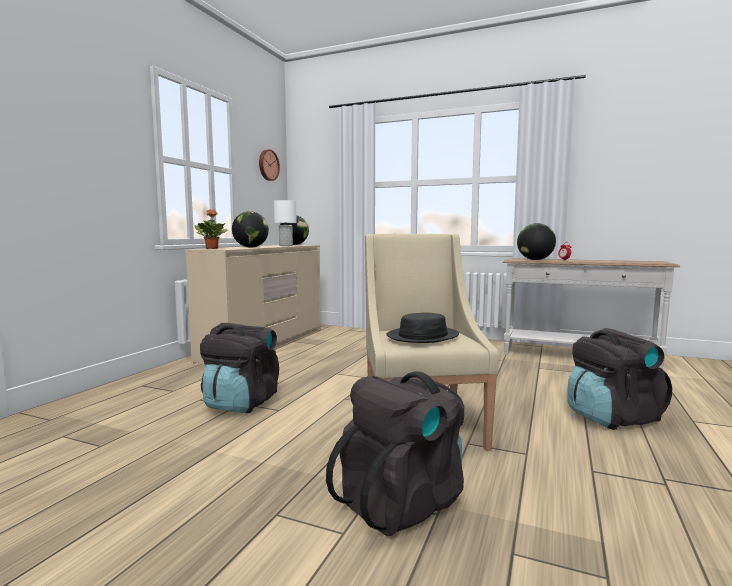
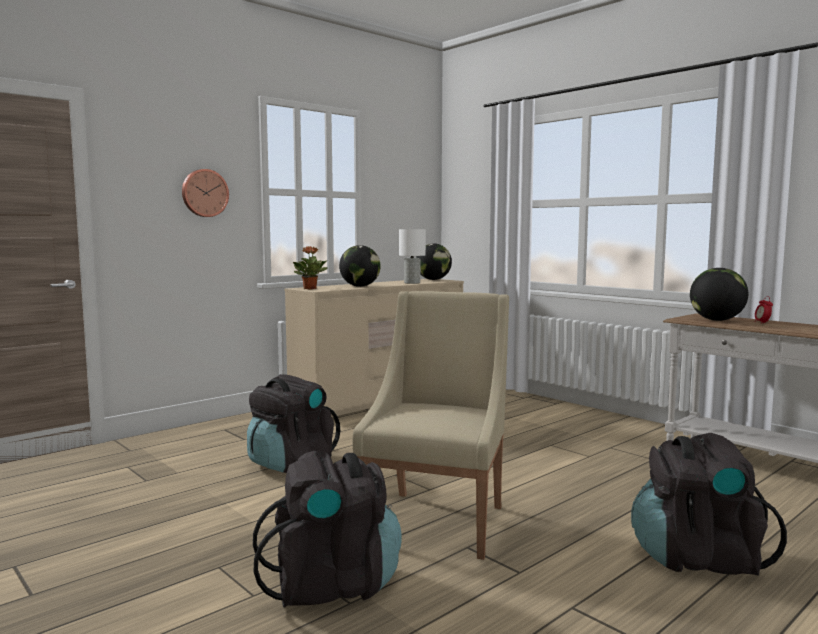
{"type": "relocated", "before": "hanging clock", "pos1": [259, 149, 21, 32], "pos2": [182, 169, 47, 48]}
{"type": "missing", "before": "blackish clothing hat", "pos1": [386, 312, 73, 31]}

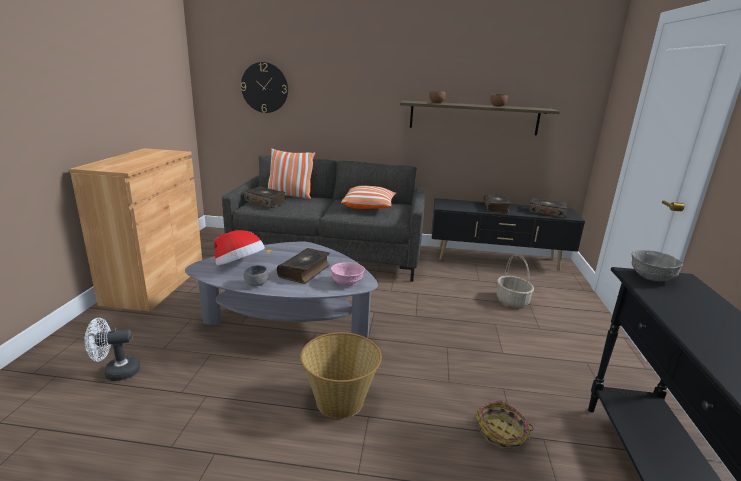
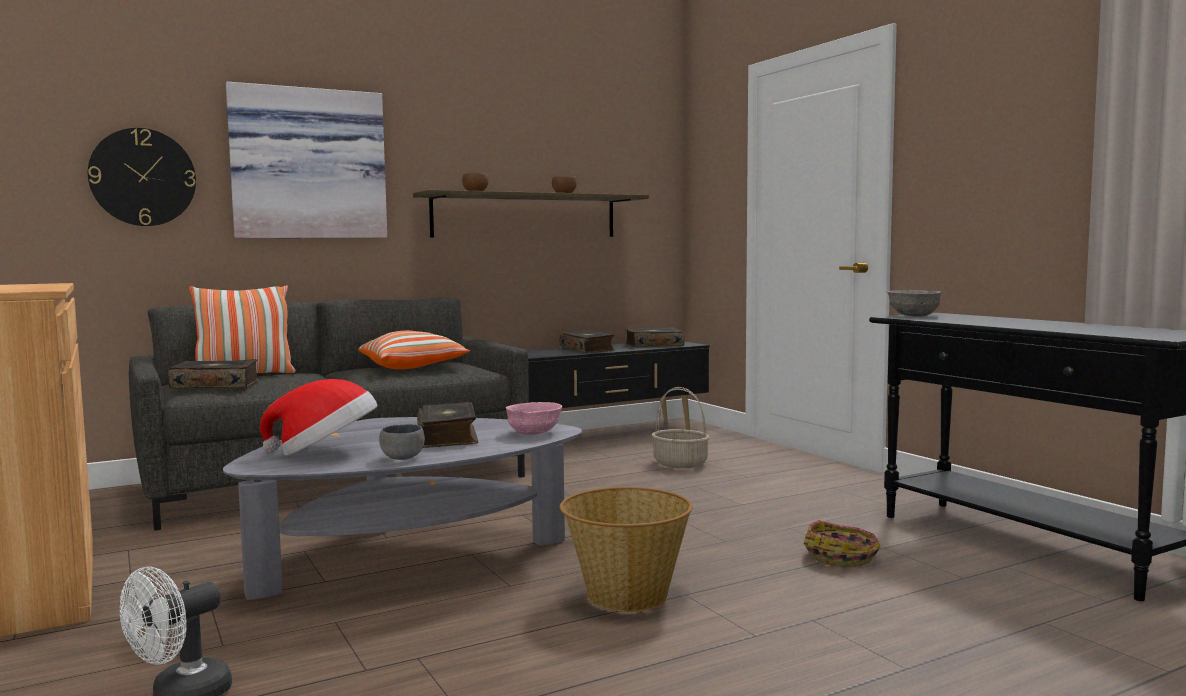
{"type": "appeared", "after": "picture", "pos2": [226, 82, 161, 156]}

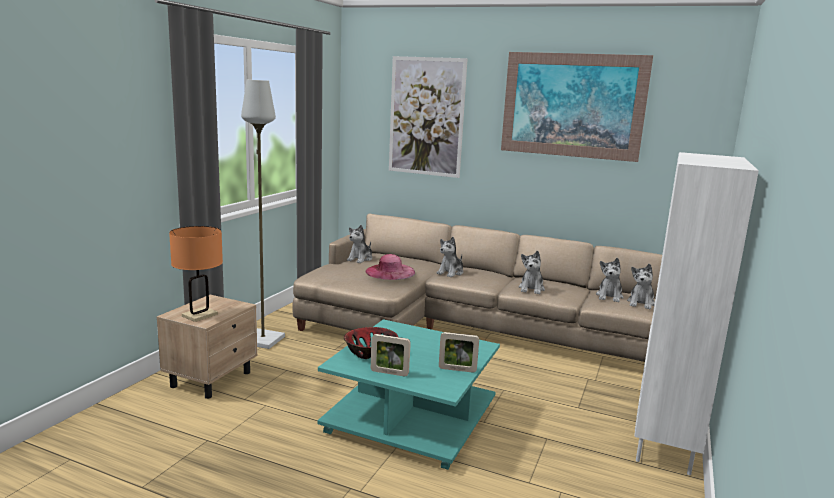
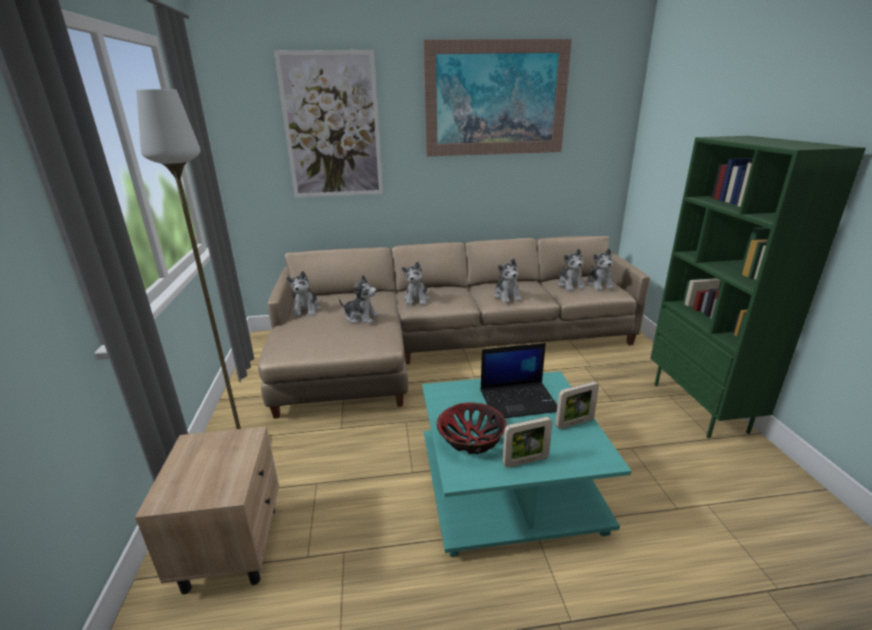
{"type": "exchanged", "before": "pink-coloured clothing hat", "after": "cuddly toy", "pos1": [366, 254, 49, 26], "pos2": [339, 275, 41, 49]}
{"type": "appeared", "after": "portable computer", "pos2": [481, 343, 76, 77]}
{"type": "colour", "before": "whitish bookshelf", "after": "green bookshelf", "pos1": [635, 152, 124, 323], "pos2": [651, 136, 215, 302]}
{"type": "missing", "before": "orange tabletop lamp", "pos1": [169, 226, 54, 96]}

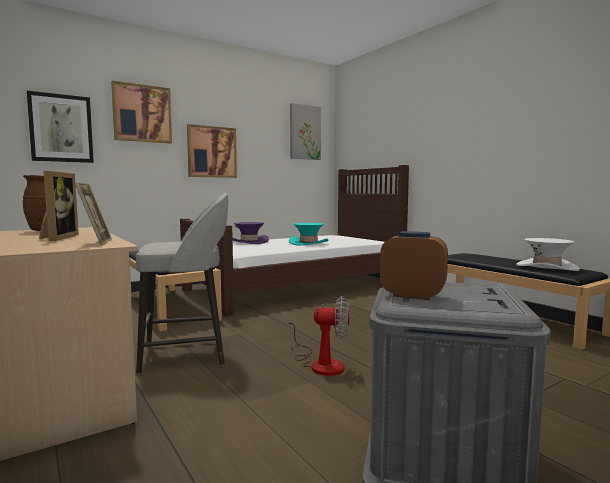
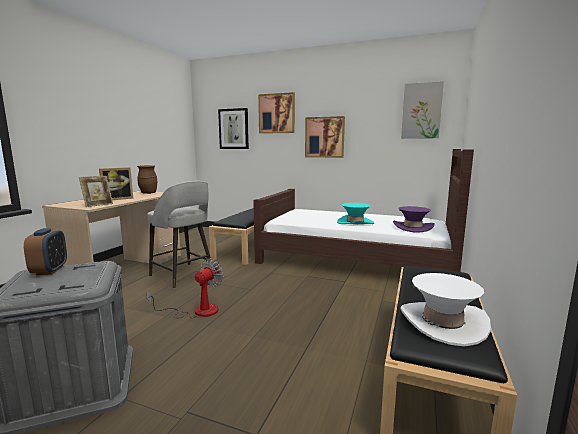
{"type": "spun", "before": "cooling fan", "pos1": [288, 296, 61, 80], "pos2": [146, 259, 77, 59], "turn": -120}
{"type": "relocated", "before": "purple clothing hat", "pos1": [233, 222, 36, 22], "pos2": [393, 206, 41, 27]}

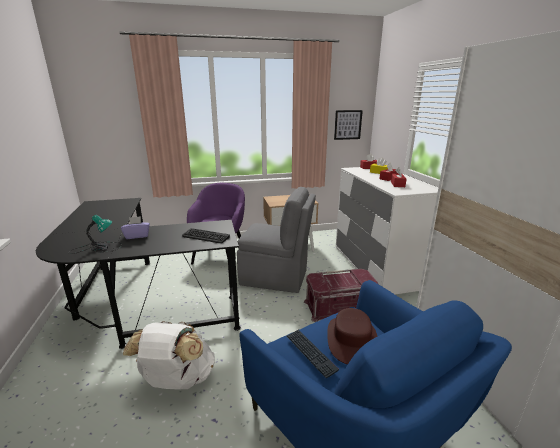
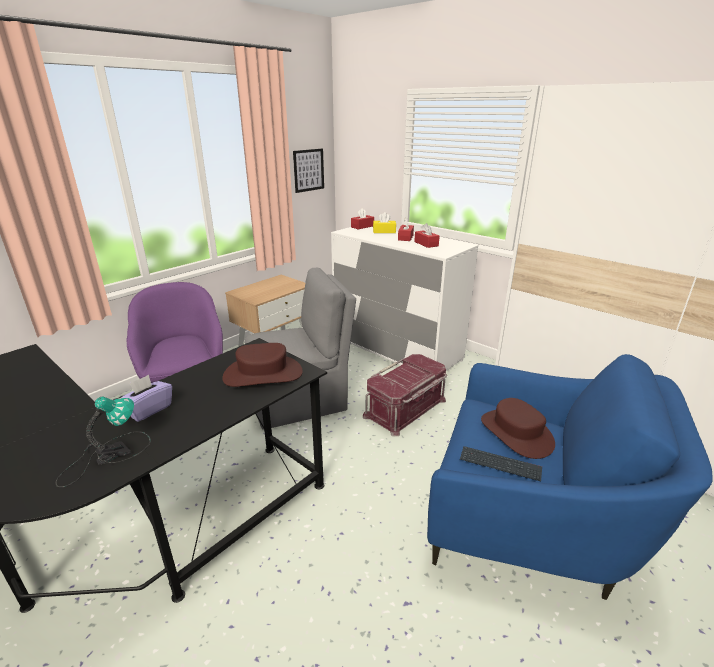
{"type": "exchanged", "before": "keyboard", "after": "brownish clothing hat", "pos1": [182, 228, 48, 15], "pos2": [222, 343, 81, 44]}
{"type": "missing", "before": "whitish knapsack", "pos1": [123, 321, 92, 68]}

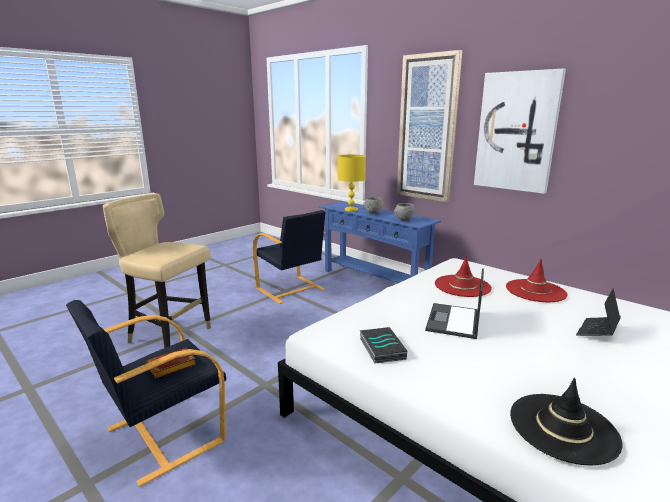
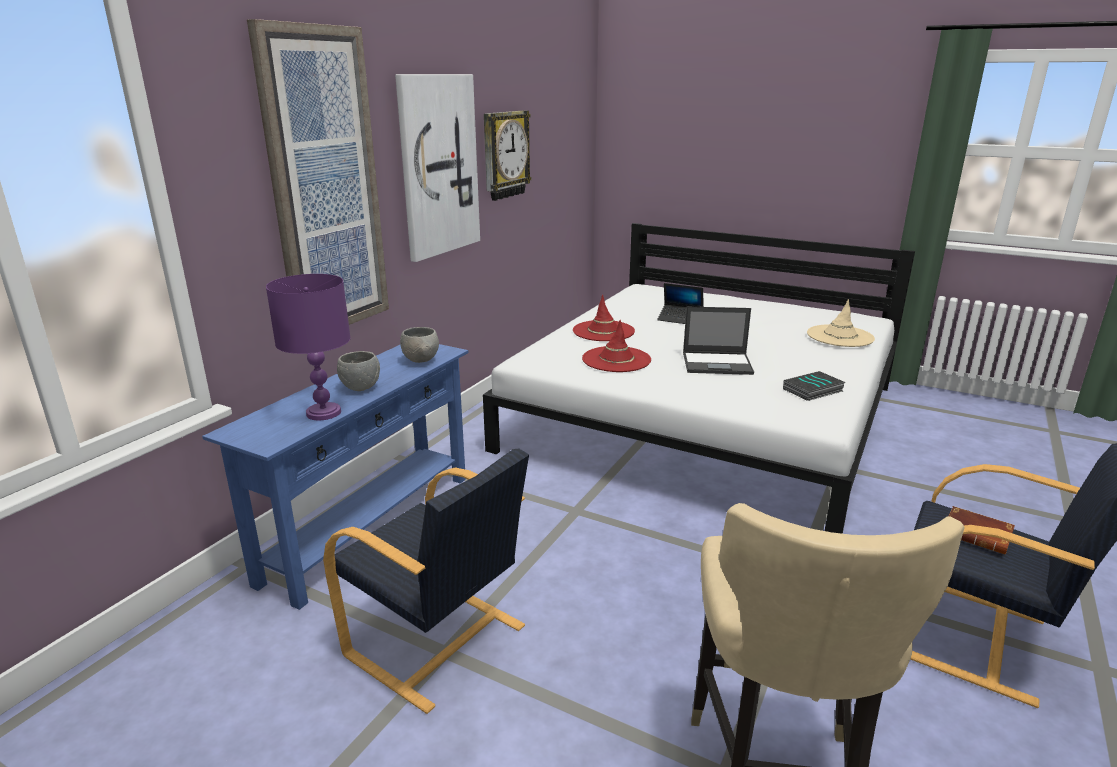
{"type": "colour", "before": "yellow tabletop lamp", "after": "purple tabletop lamp", "pos1": [338, 155, 28, 57], "pos2": [266, 274, 85, 146]}
{"type": "spun", "before": "blackish easy chair", "pos1": [252, 210, 74, 94], "pos2": [323, 448, 206, 266], "turn": 90}
{"type": "appeared", "after": "hanging clock", "pos2": [484, 110, 48, 91]}
{"type": "colour", "before": "blackish clothing hat", "after": "beige-coloured clothing hat", "pos1": [510, 378, 113, 87], "pos2": [807, 299, 68, 48]}

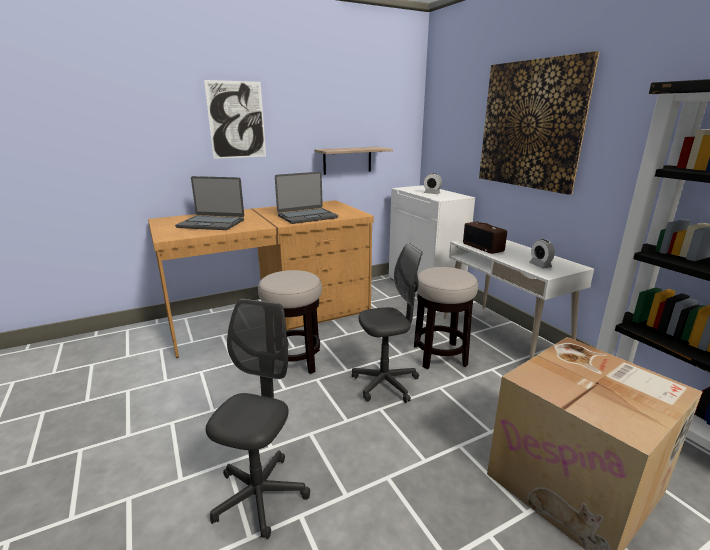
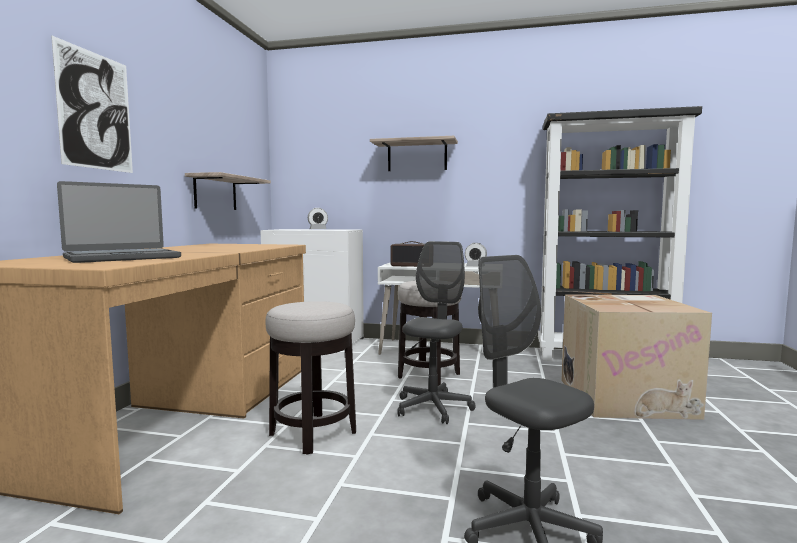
{"type": "exchanged", "before": "picture", "after": "wall shelf", "pos1": [479, 51, 120, 144], "pos2": [370, 136, 88, 35]}
{"type": "missing", "before": "portable computer", "pos1": [275, 172, 63, 52]}

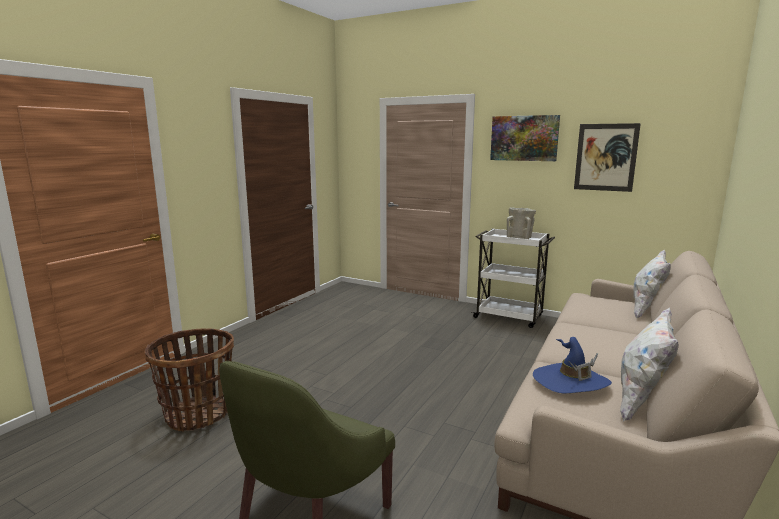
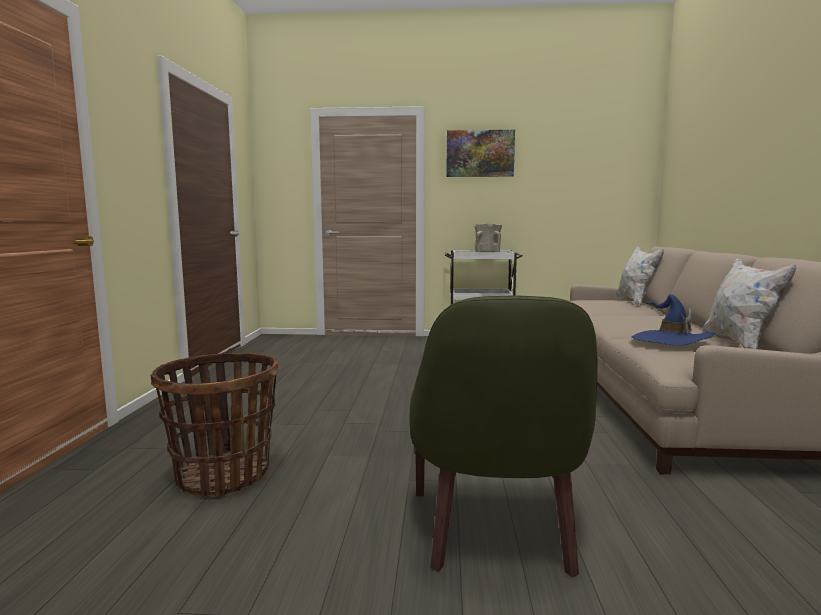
{"type": "missing", "before": "picture", "pos1": [574, 123, 67, 69]}

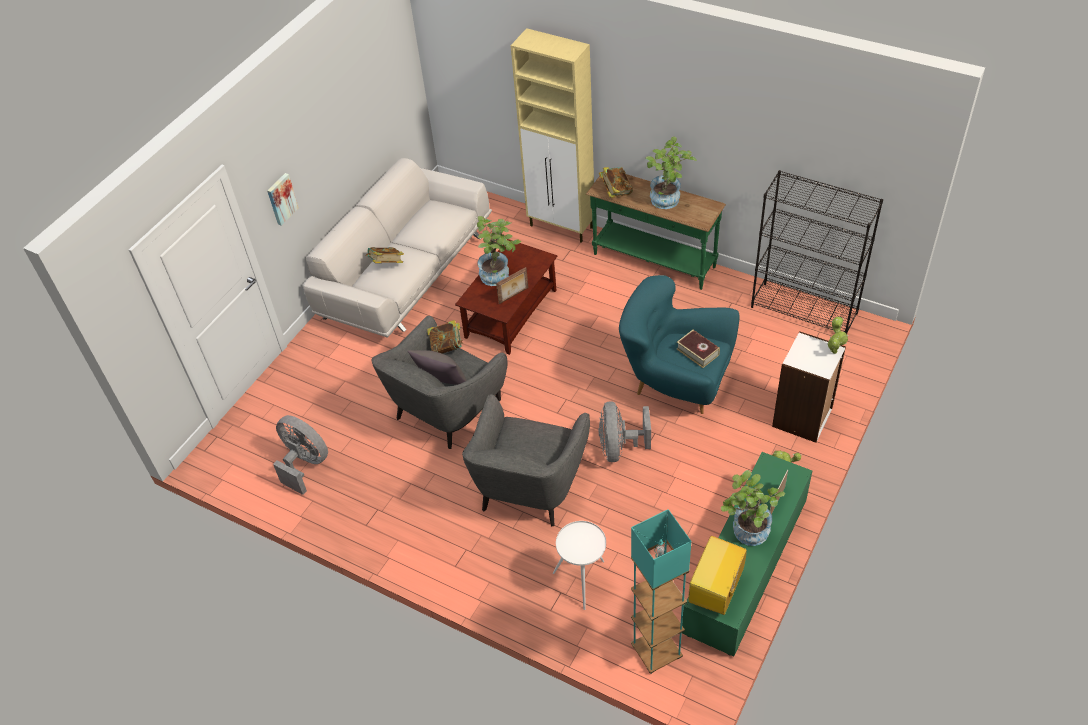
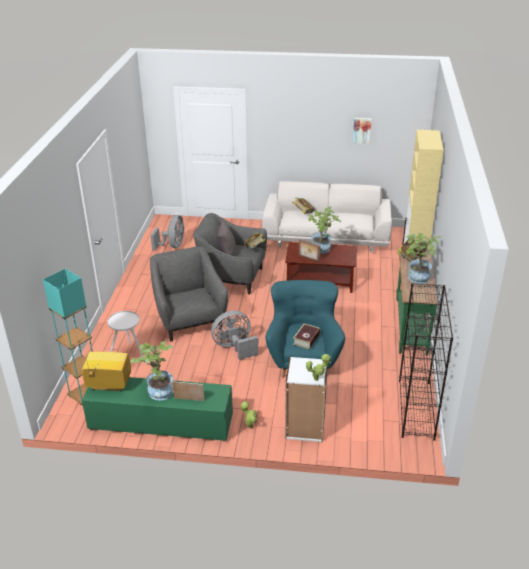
{"type": "spun", "before": "grey easy chair", "pos1": [462, 394, 128, 132], "pos2": [150, 247, 78, 95], "turn": 75}
{"type": "relocated", "before": "picture", "pos1": [267, 173, 32, 53], "pos2": [353, 118, 19, 26]}

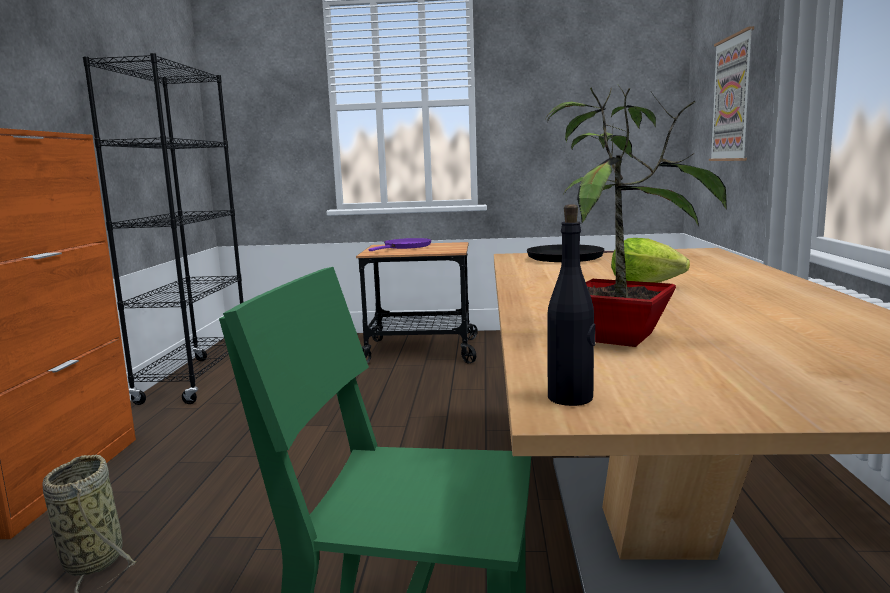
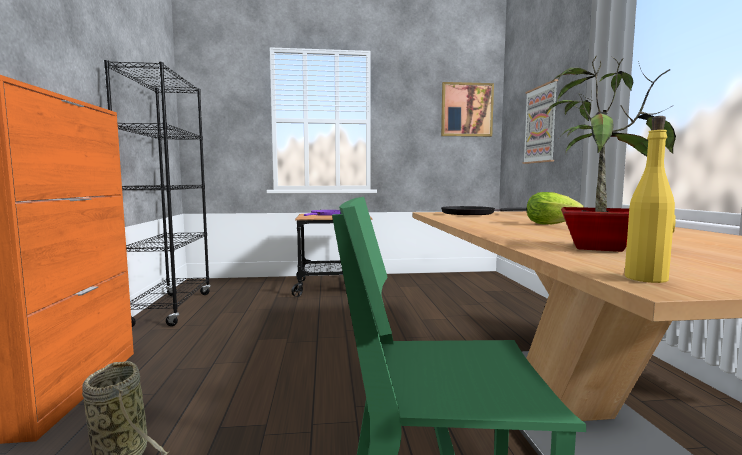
{"type": "appeared", "after": "picture", "pos2": [441, 82, 53, 55]}
{"type": "colour", "before": "blackish beverage bottle", "after": "yellow beverage bottle", "pos1": [547, 204, 49, 202], "pos2": [625, 116, 51, 167]}

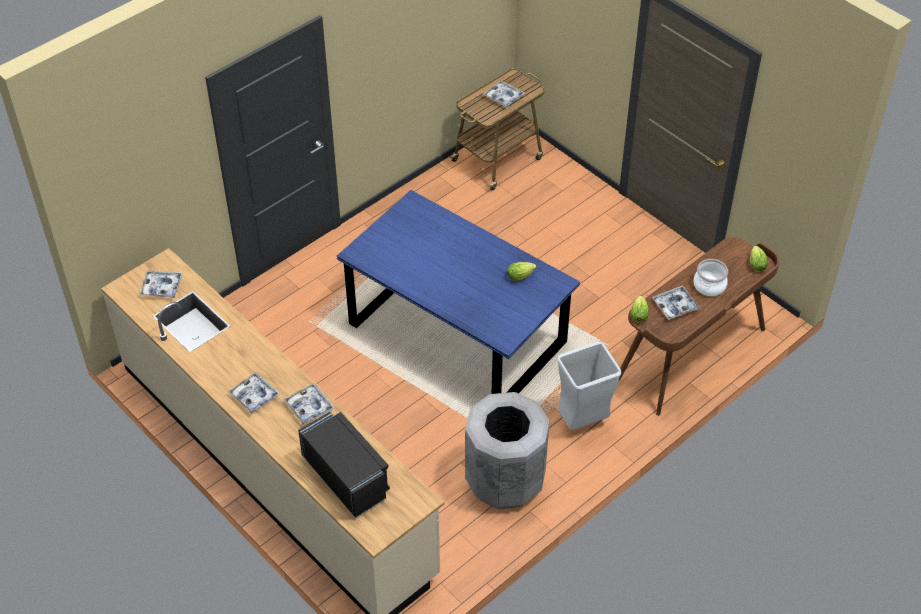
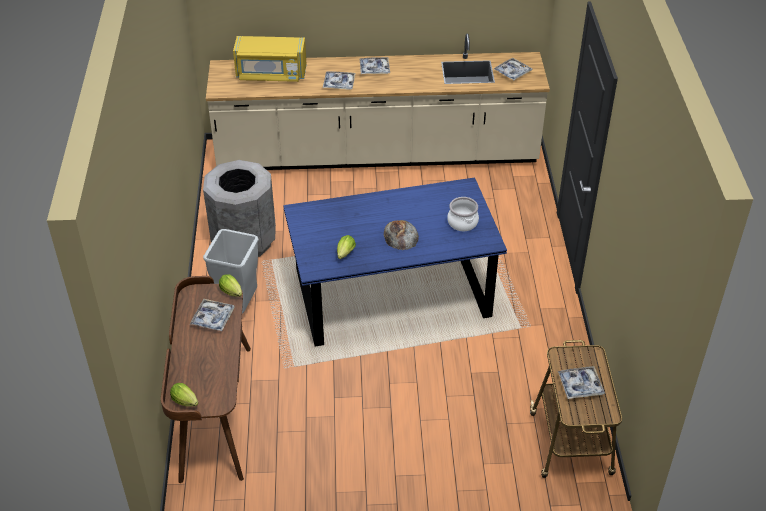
{"type": "colour", "before": "blackish kitchen microwave", "after": "yellow kitchen microwave", "pos1": [298, 412, 92, 106], "pos2": [233, 36, 74, 46]}
{"type": "appeared", "after": "bakery bread", "pos2": [384, 220, 35, 30]}
{"type": "relocated", "before": "cooking pot", "pos1": [693, 259, 35, 37], "pos2": [447, 197, 32, 34]}

